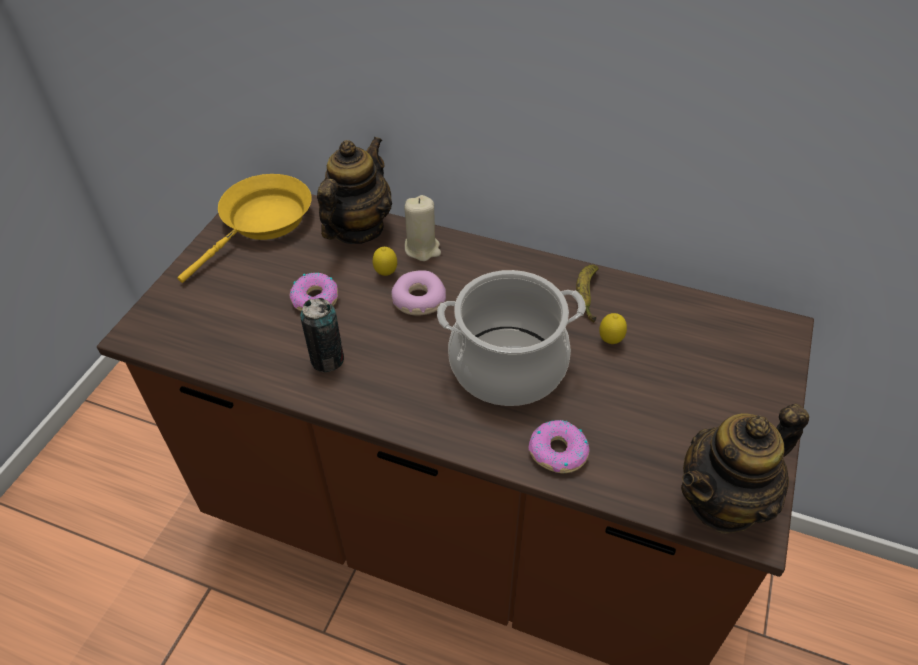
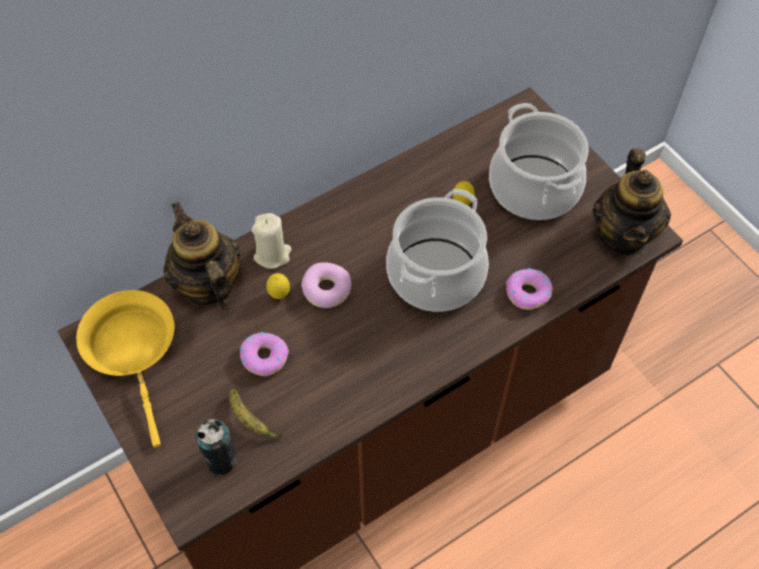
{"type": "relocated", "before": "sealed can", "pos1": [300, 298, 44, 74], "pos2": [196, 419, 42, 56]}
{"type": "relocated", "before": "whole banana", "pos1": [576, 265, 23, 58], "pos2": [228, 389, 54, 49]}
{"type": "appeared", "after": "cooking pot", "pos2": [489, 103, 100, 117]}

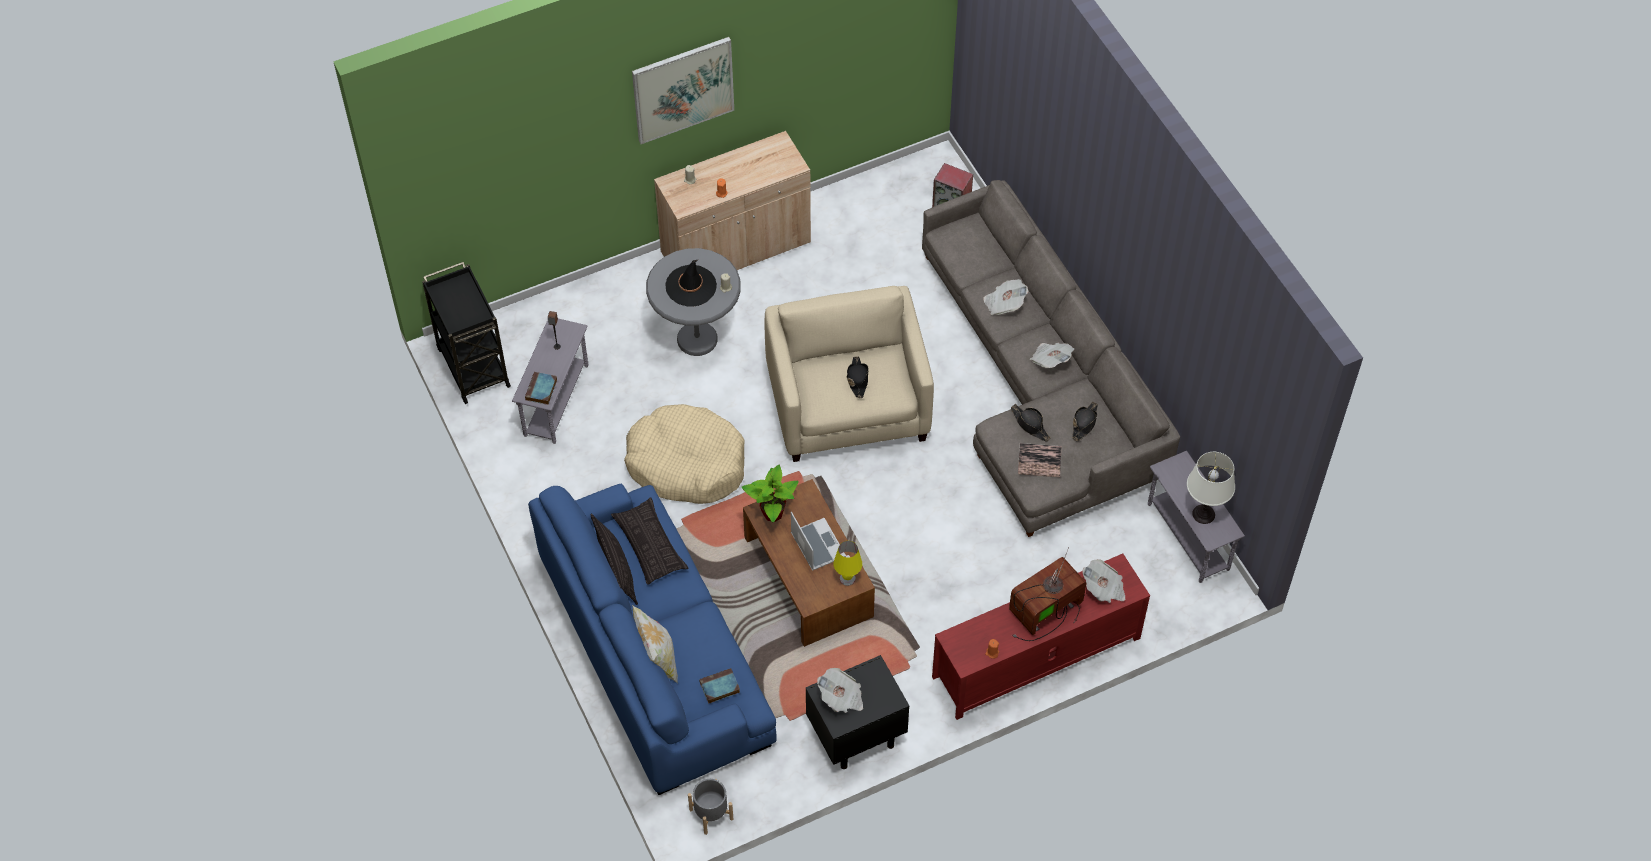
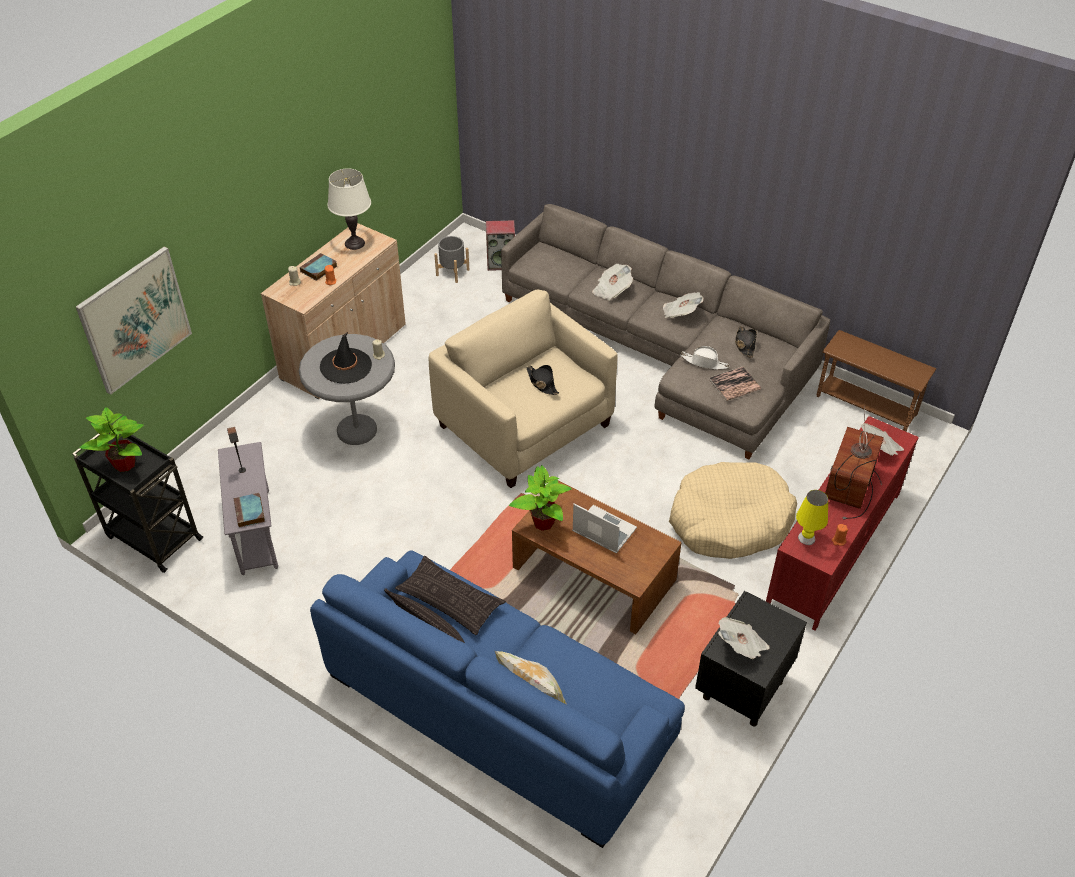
{"type": "relocated", "before": "picture", "pos1": [632, 37, 102, 107], "pos2": [76, 247, 116, 148]}
{"type": "appeared", "after": "houseplant", "pos2": [80, 407, 64, 65]}
{"type": "relocated", "before": "book", "pos1": [699, 668, 41, 36], "pos2": [300, 253, 37, 28]}
{"type": "relocated", "before": "whitish tabletop lamp", "pos1": [1187, 452, 48, 72], "pos2": [327, 168, 44, 82]}
{"type": "relocated", "before": "grey flower pot", "pos1": [688, 779, 45, 56], "pos2": [434, 236, 35, 47]}
{"type": "relocated", "before": "beige-coloured dog cushion", "pos1": [624, 404, 120, 100], "pos2": [669, 462, 128, 97]}
{"type": "colour", "before": "blackish clothing hat", "after": "whitish clothing hat", "pos1": [1011, 404, 39, 38], "pos2": [681, 346, 49, 23]}
{"type": "relocated", "before": "yellow tabletop lamp", "pos1": [833, 541, 29, 45], "pos2": [796, 490, 32, 55]}
{"type": "colour", "before": "grey accent table", "after": "brownish accent table", "pos1": [1148, 451, 97, 132], "pos2": [817, 330, 119, 102]}

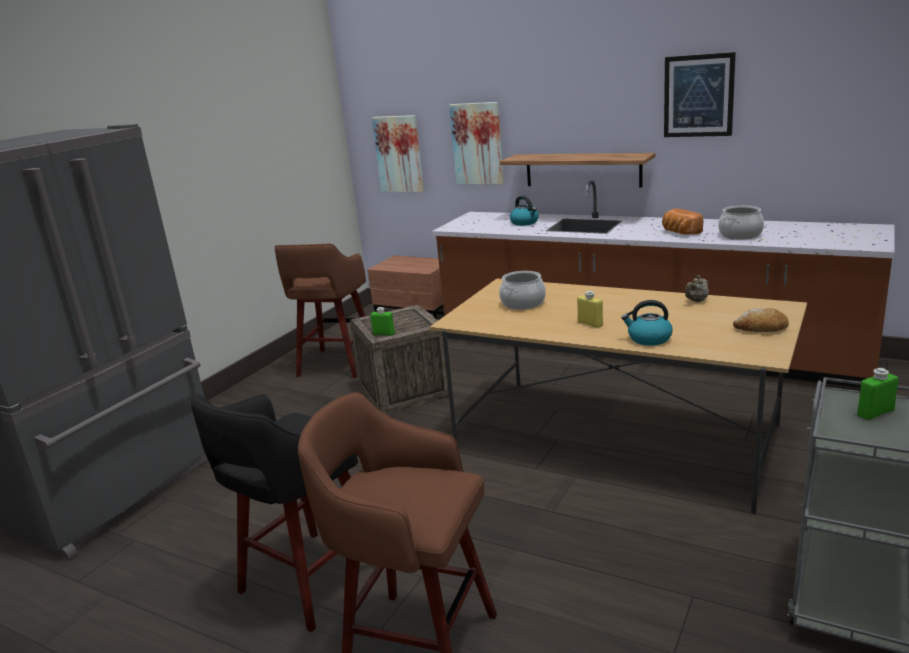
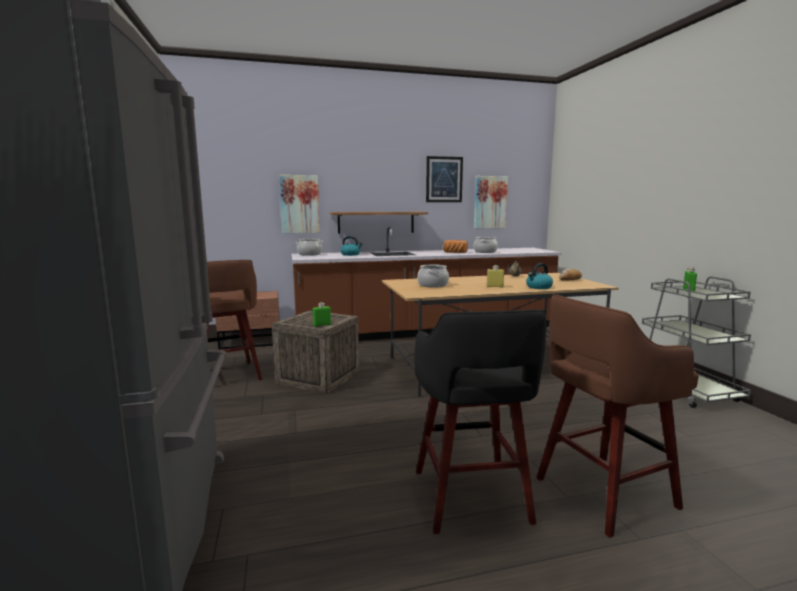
{"type": "appeared", "after": "cooking pot", "pos2": [296, 239, 27, 17]}
{"type": "relocated", "before": "picture", "pos1": [372, 115, 52, 77], "pos2": [474, 176, 34, 52]}

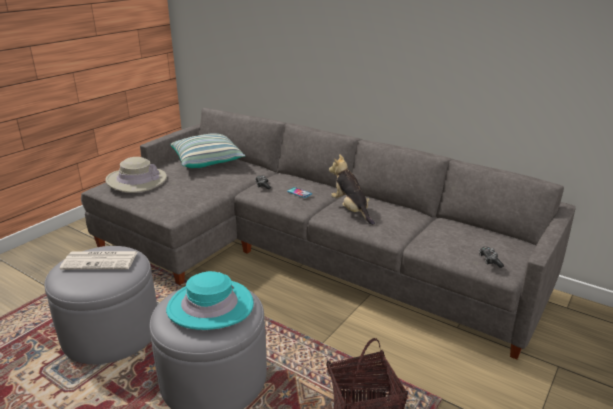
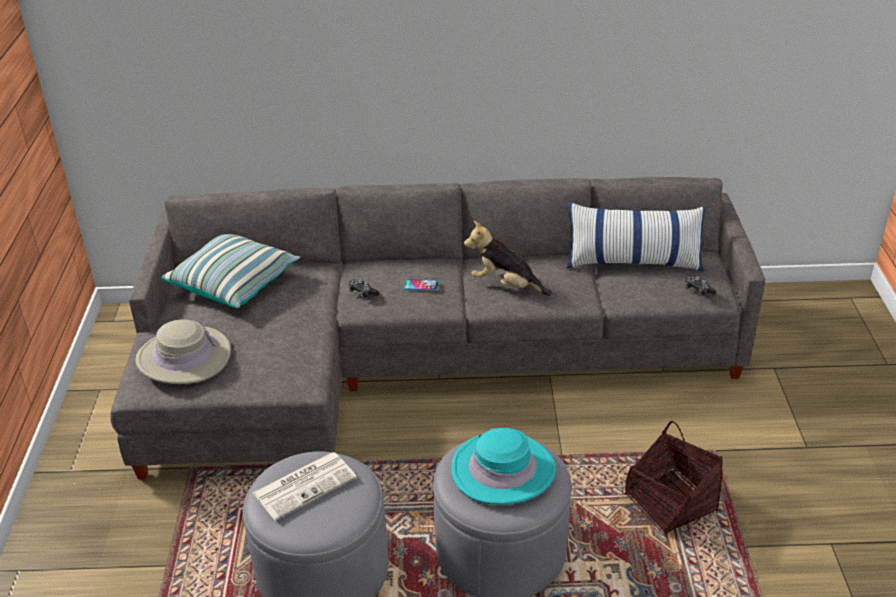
{"type": "appeared", "after": "throw pillow", "pos2": [567, 202, 139, 70]}

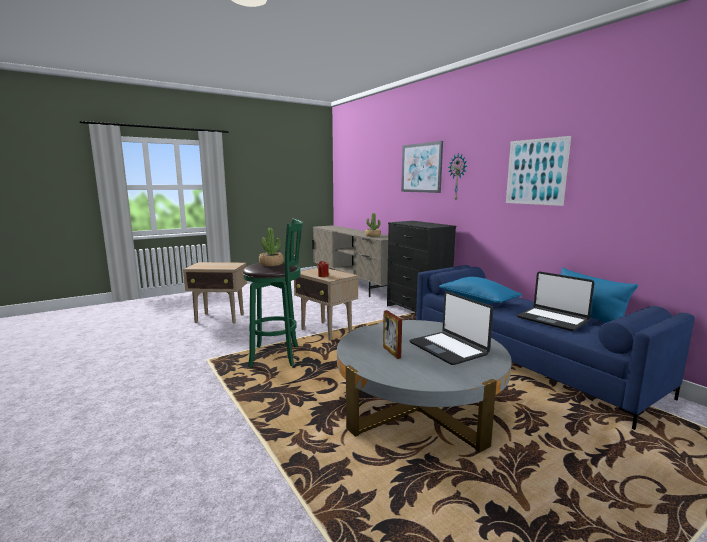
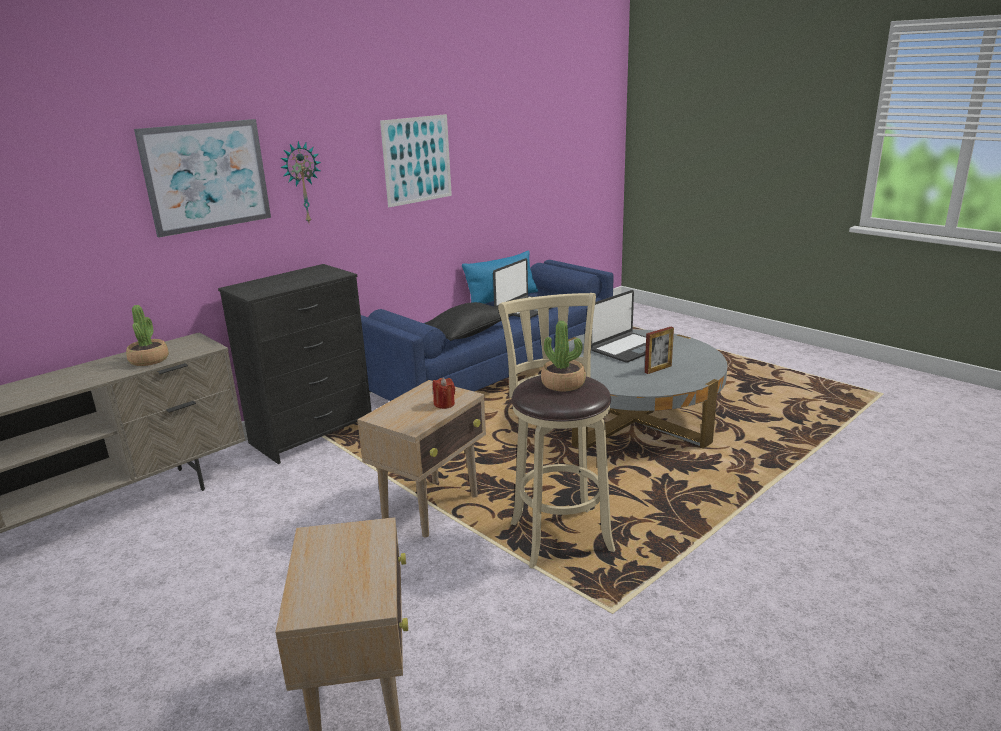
{"type": "colour", "before": "blue-coloured throw pillow", "after": "blackish throw pillow", "pos1": [439, 277, 83, 27], "pos2": [424, 302, 90, 39]}
{"type": "colour", "before": "green stool", "after": "beige-coloured stool", "pos1": [242, 218, 61, 149], "pos2": [498, 293, 118, 276]}

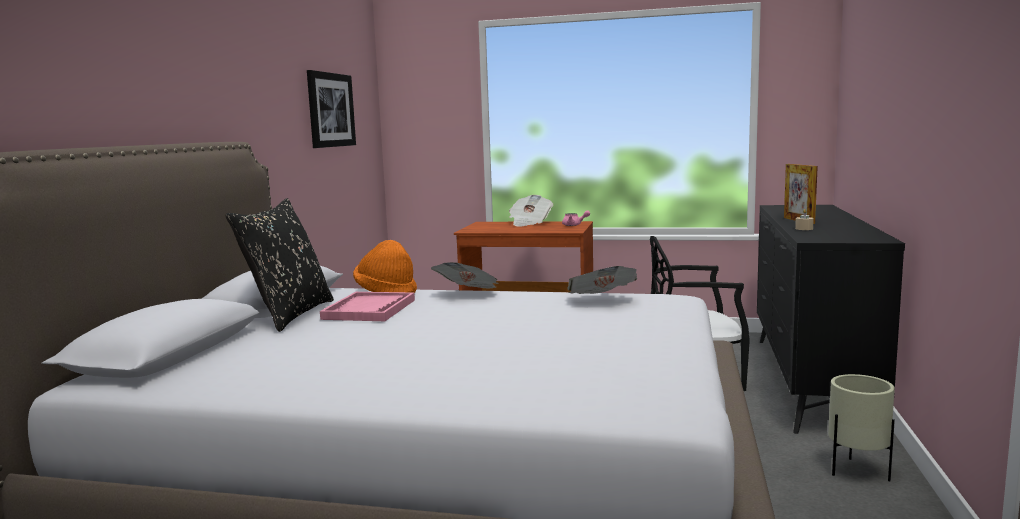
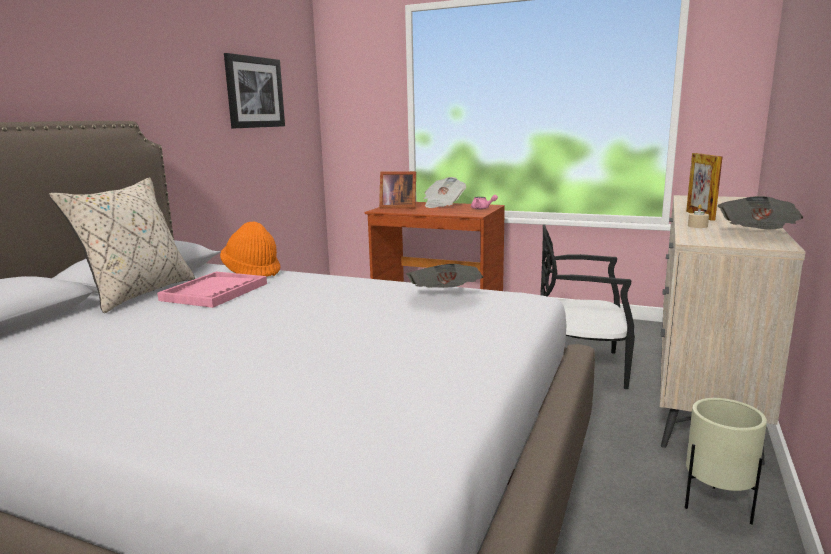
{"type": "colour", "before": "blackish throw pillow", "after": "beige-coloured throw pillow", "pos1": [225, 198, 109, 134], "pos2": [49, 178, 146, 135]}
{"type": "appeared", "after": "photo frame", "pos2": [379, 171, 37, 37]}
{"type": "colour", "before": "blackish dresser", "after": "beige-coloured dresser", "pos1": [757, 205, 148, 229], "pos2": [660, 195, 145, 270]}
{"type": "relocated", "before": "printed paper", "pos1": [431, 262, 68, 26], "pos2": [718, 196, 85, 33]}

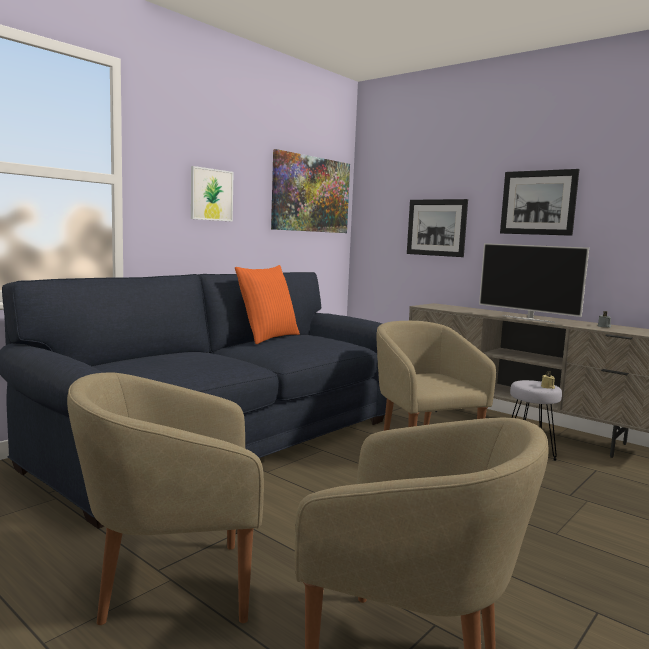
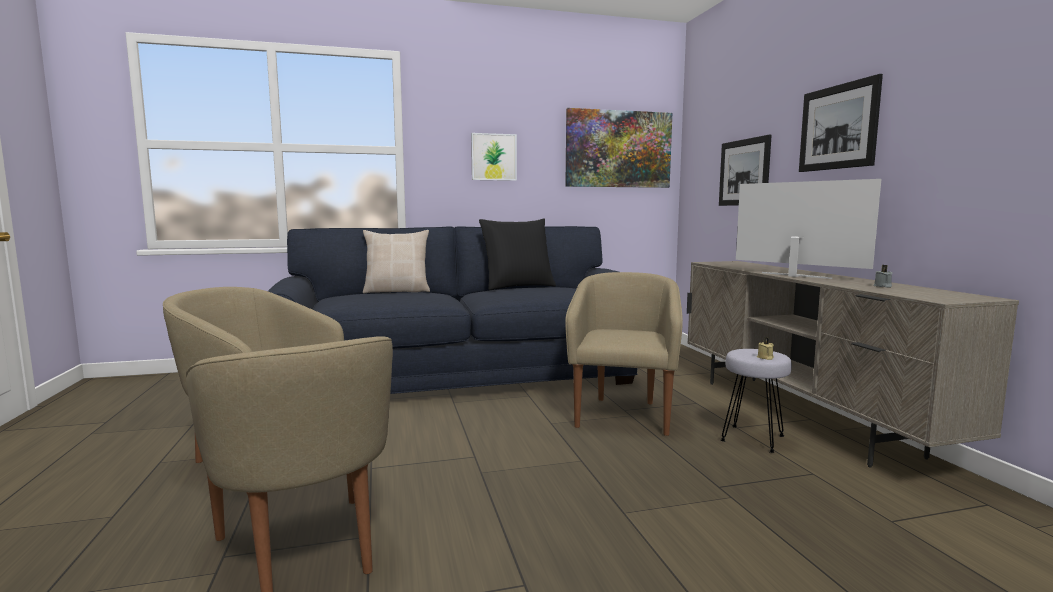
{"type": "appeared", "after": "beige-coloured throw pillow", "pos2": [363, 230, 67, 64]}
{"type": "colour", "before": "orange throw pillow", "after": "blackish throw pillow", "pos1": [235, 265, 65, 79], "pos2": [479, 219, 77, 71]}
{"type": "spun", "before": "TV", "pos1": [479, 243, 110, 80], "pos2": [736, 179, 145, 100], "turn": 150}

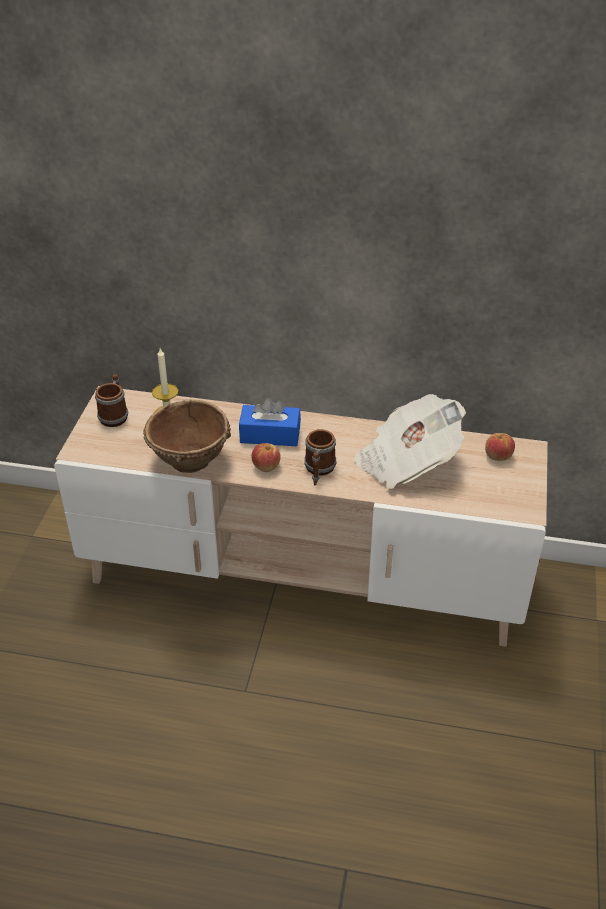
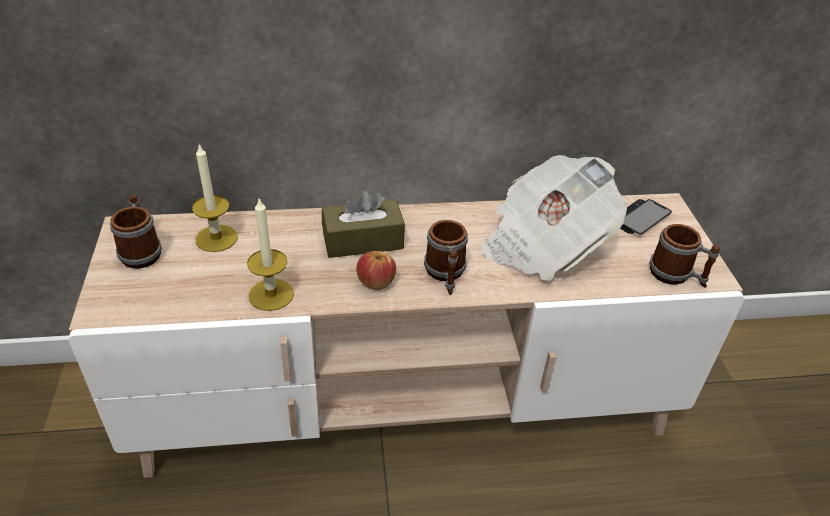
{"type": "exchanged", "before": "brownish deep dish", "after": "wax candle", "pos1": [143, 400, 88, 73], "pos2": [247, 199, 47, 112]}
{"type": "colour", "before": "blue-coloured tissue box", "after": "brownish tissue box", "pos1": [239, 398, 62, 48], "pos2": [322, 190, 83, 68]}
{"type": "exchanged", "before": "apple fruit", "after": "handset", "pos1": [485, 433, 30, 28], "pos2": [620, 199, 52, 35]}
{"type": "appeared", "after": "tea mug", "pos2": [649, 224, 71, 64]}

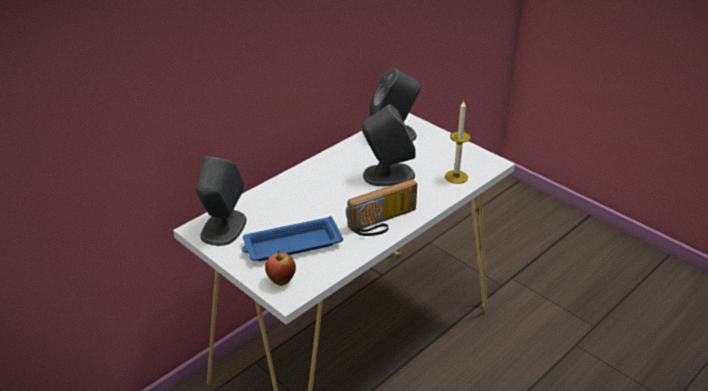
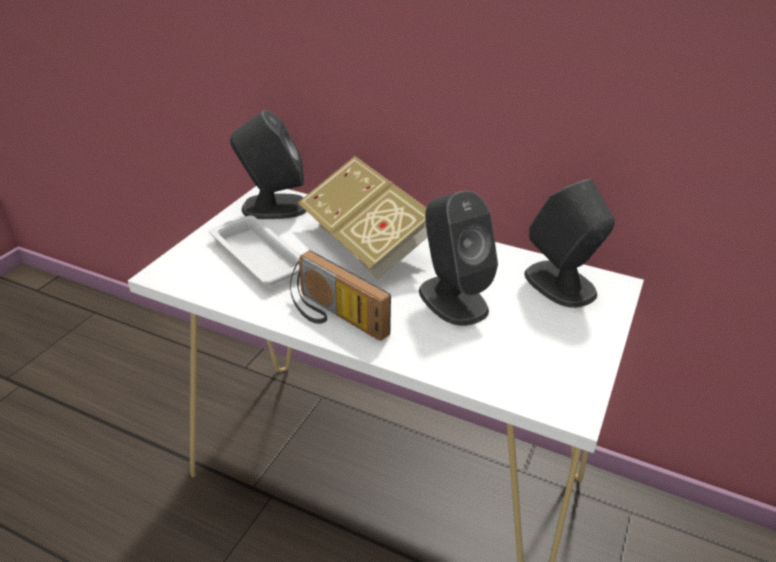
{"type": "colour", "before": "blue-coloured serving tray", "after": "whitish serving tray", "pos1": [242, 216, 101, 45], "pos2": [209, 215, 91, 70]}
{"type": "appeared", "after": "book", "pos2": [298, 156, 130, 124]}
{"type": "missing", "before": "apple fruit", "pos1": [265, 250, 31, 36]}
{"type": "missing", "before": "wax candle", "pos1": [445, 100, 26, 84]}

